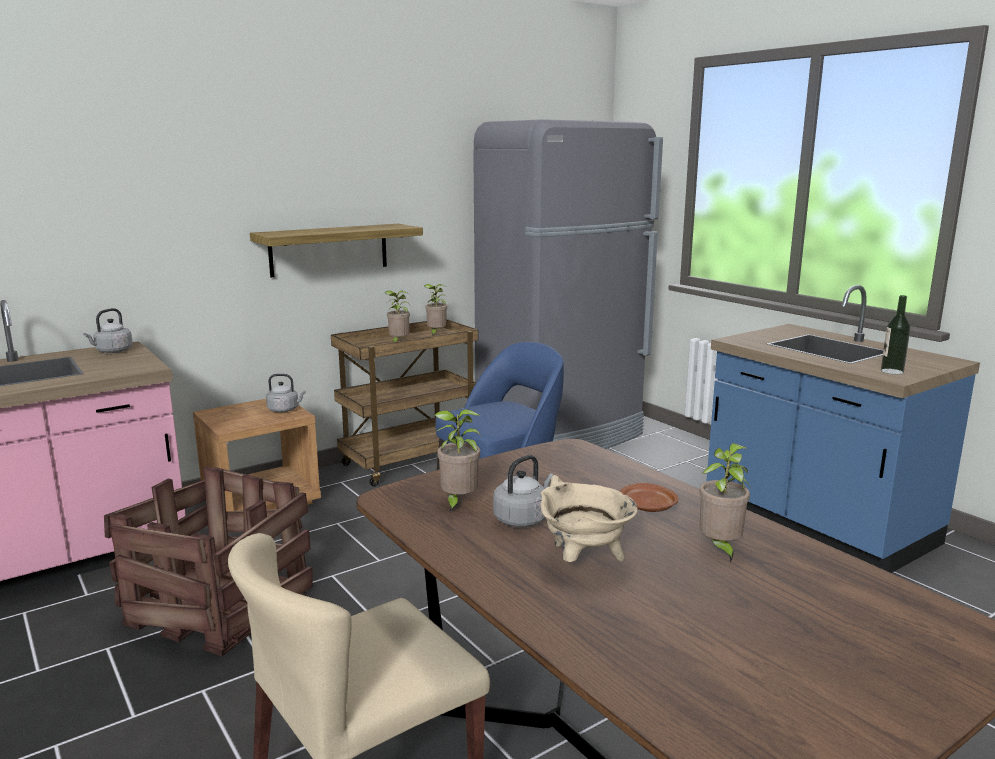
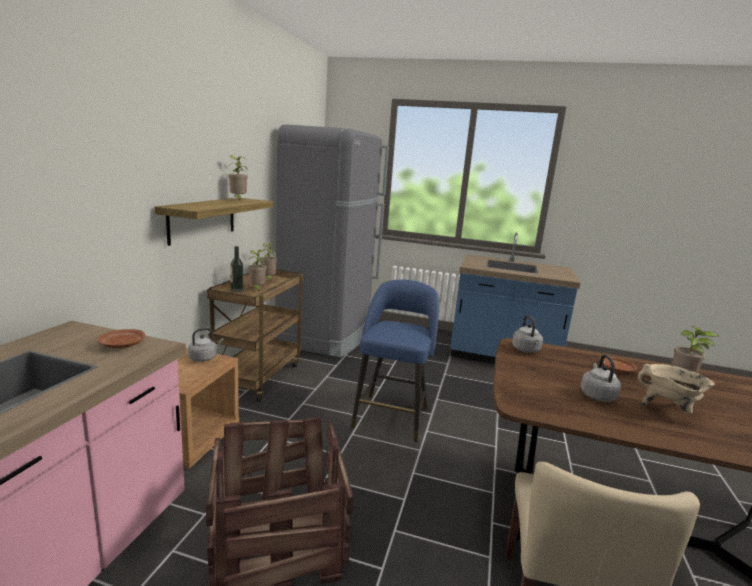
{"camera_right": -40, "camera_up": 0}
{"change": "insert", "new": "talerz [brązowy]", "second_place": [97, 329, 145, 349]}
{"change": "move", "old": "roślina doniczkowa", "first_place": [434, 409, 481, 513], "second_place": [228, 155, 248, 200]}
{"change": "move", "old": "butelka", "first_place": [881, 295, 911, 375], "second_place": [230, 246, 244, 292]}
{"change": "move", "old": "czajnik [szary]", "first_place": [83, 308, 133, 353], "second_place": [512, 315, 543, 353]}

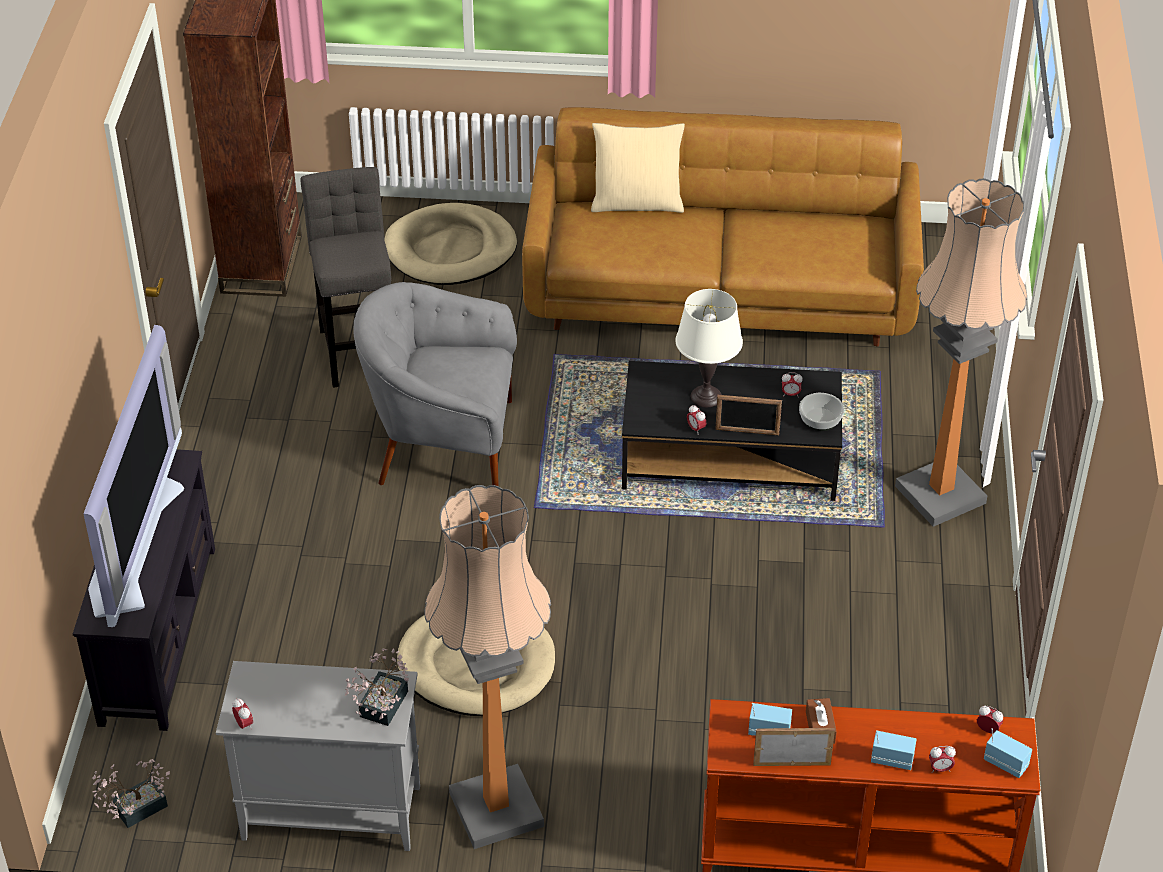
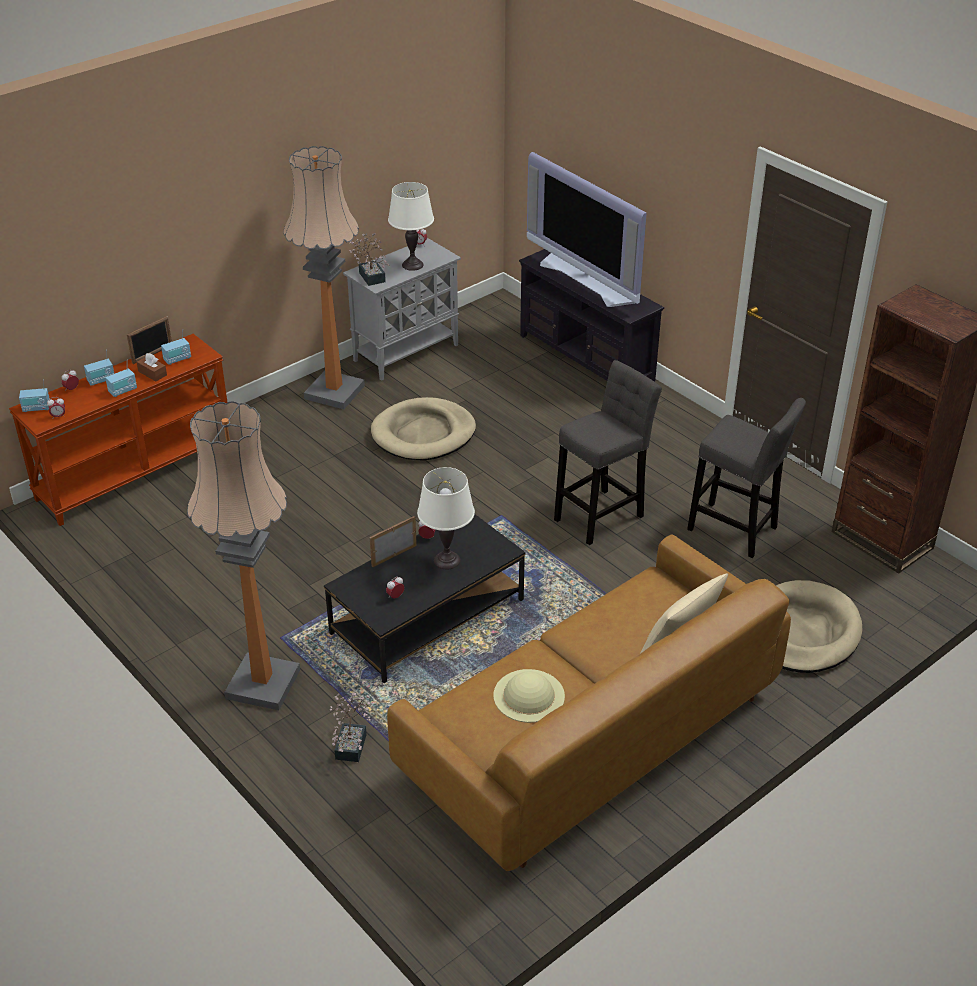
{"camera_right": 135, "camera_up": -5}
{"change": "insert", "new": "radio", "second_place": [105, 359, 137, 397]}
{"change": "move", "old": "roślina doniczkowa", "first_place": [92, 759, 170, 828], "second_place": [330, 693, 372, 762]}
{"change": "insert", "new": "lampa stołowa [biały]", "second_place": [388, 182, 434, 271]}
{"change": "insert", "new": "kapelusz [beżowy]", "second_place": [494, 669, 565, 723]}
{"change": "replace", "old": "fotel [szary]", "new": "stołek [szary]", "first_place": [354, 282, 517, 486], "second_place": [554, 360, 662, 545]}
{"change": "delete", "old": "miska", "first_place": [799, 393, 844, 431]}

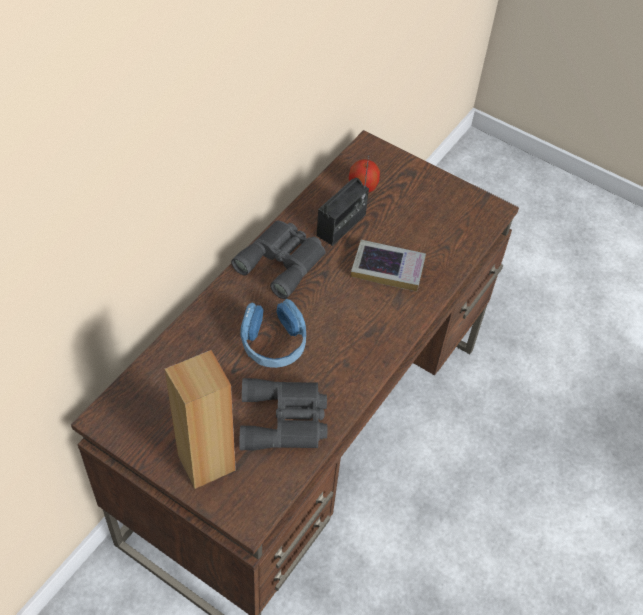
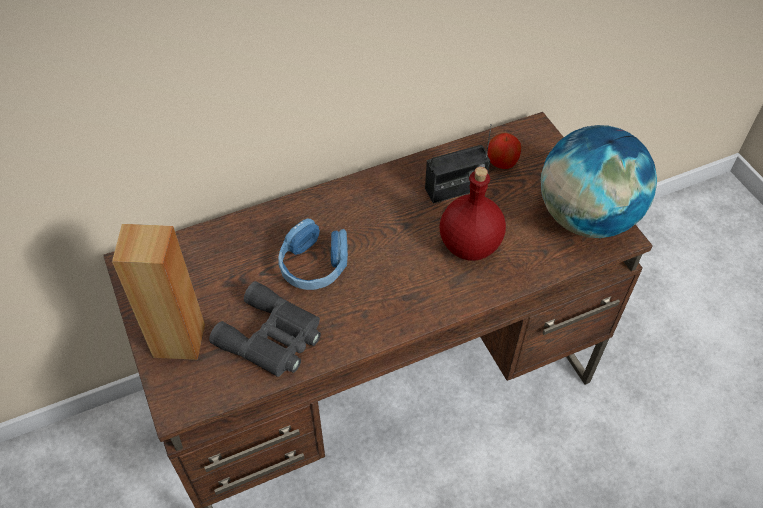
{"camera_right": 35, "camera_up": 0}
{"change": "replace", "old": "książka", "new": "butelka [czerwony]", "first_place": [351, 240, 426, 291], "second_place": [440, 167, 506, 261]}
{"change": "insert", "new": "globus", "second_place": [541, 125, 657, 238]}
{"change": "delete", "old": "lornetka [szary]", "first_place": [231, 221, 326, 299]}

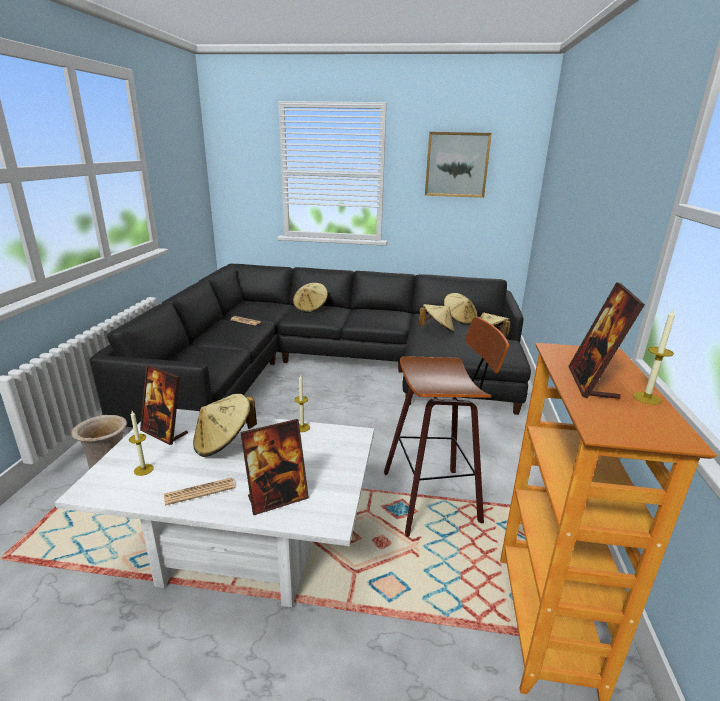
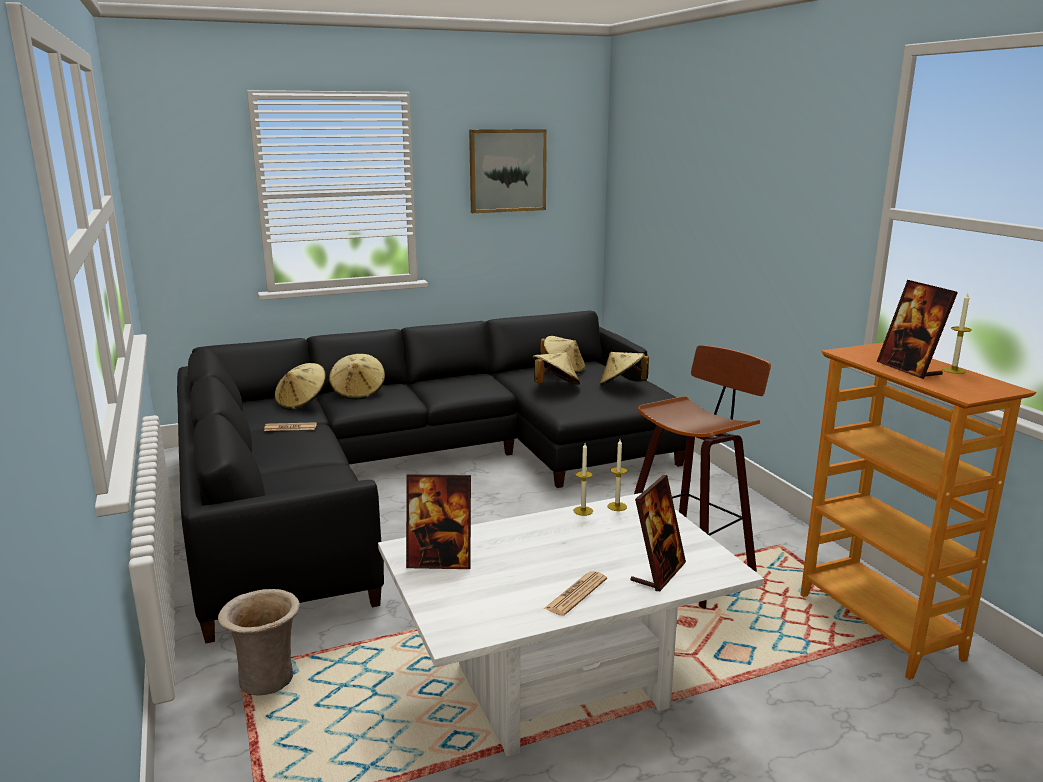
{"camera_right": -30, "camera_up": -5}
{"change": "move", "old": "kapelusz [beżowy]", "first_place": [193, 394, 257, 457], "second_place": [275, 363, 326, 410]}
{"change": "move", "old": "świeca", "first_place": [129, 411, 154, 476], "second_place": [608, 439, 627, 511]}

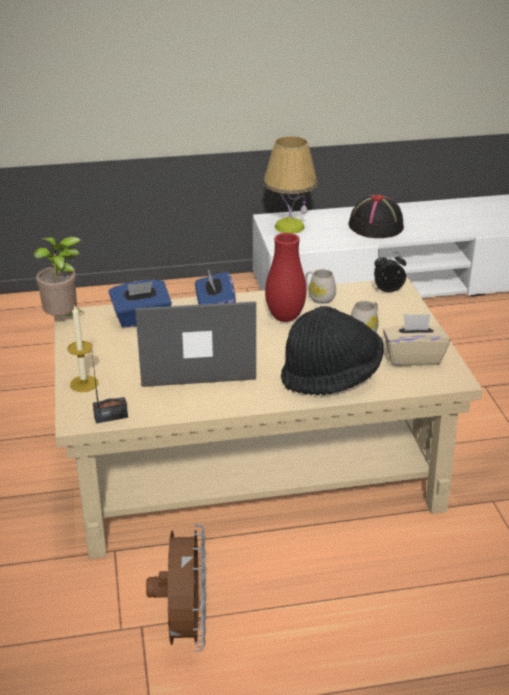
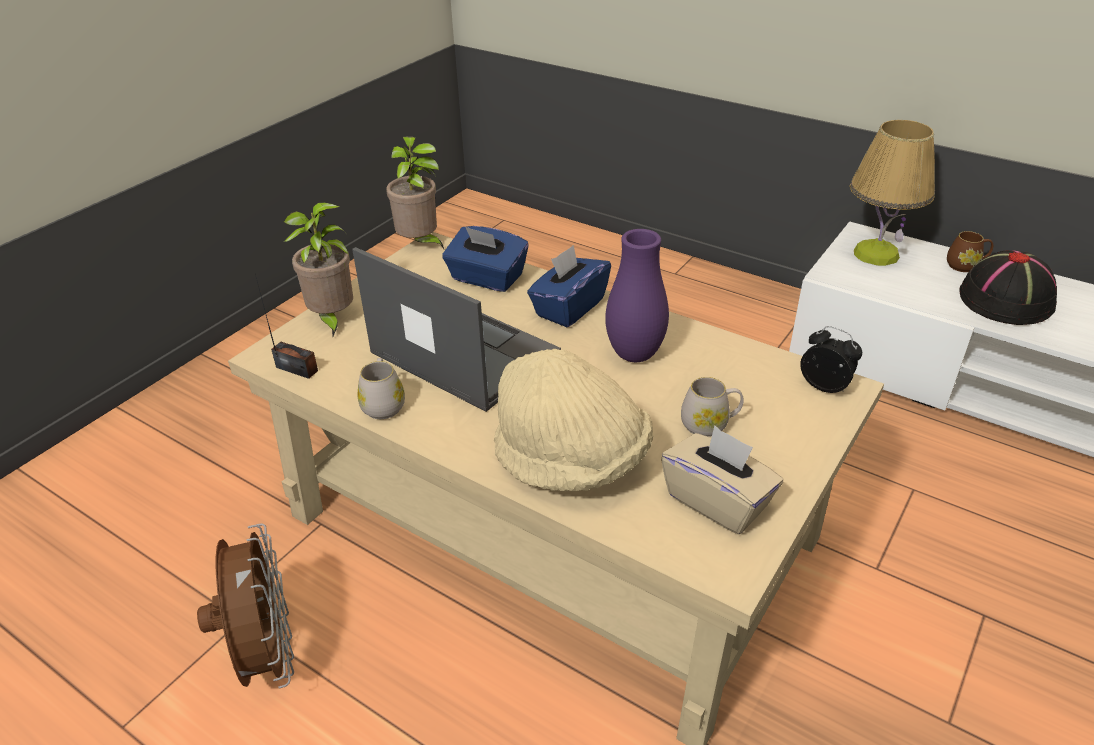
{"camera_right": 45, "camera_up": 5}
{"change": "rotate", "old": "wentylator [brązowy]", "first_place": [146, 524, 206, 652], "second_place": [197, 523, 294, 688], "degrees": -60}
{"change": "replace", "old": "świeca", "new": "roślina doniczkowa", "first_place": [68, 306, 98, 392], "second_place": [283, 202, 353, 336]}
{"change": "move", "old": "kubek [biały]", "first_place": [305, 269, 336, 304], "second_place": [357, 358, 405, 419]}
{"change": "recolor", "old": "kapelusz [czarny]", "new": "kapelusz [beżowy]", "first_place": [281, 306, 384, 395], "second_place": [494, 349, 653, 492]}
{"change": "recolor", "old": "wazon [czerwony]", "new": "wazon [fioletowy]", "first_place": [265, 233, 307, 322], "second_place": [605, 229, 669, 362]}
{"change": "insert", "new": "kubek [brązowy]", "second_place": [947, 231, 993, 272]}

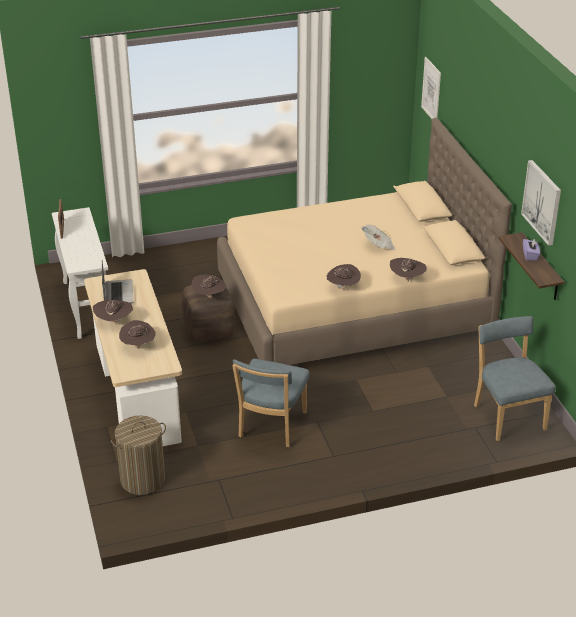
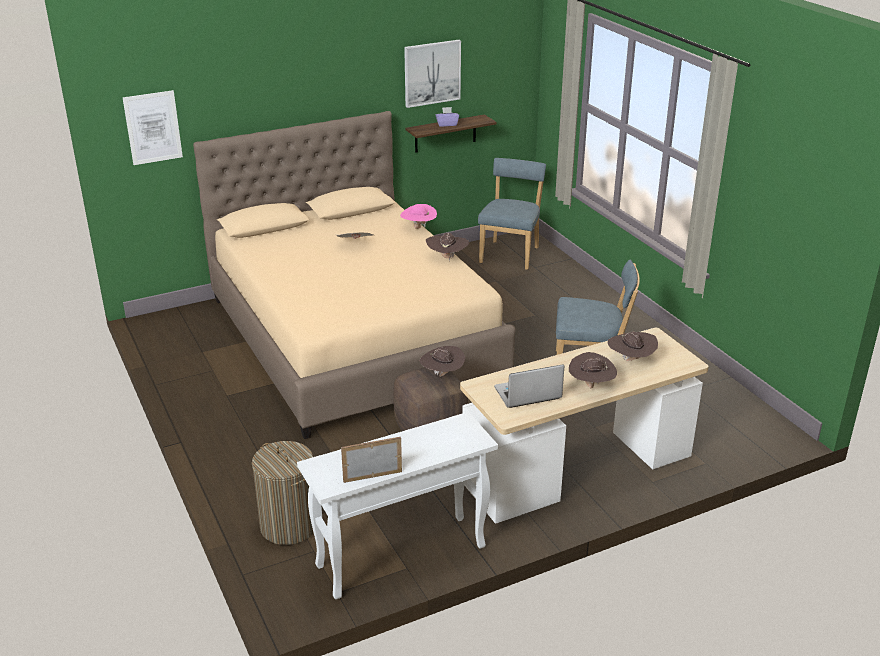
{"camera_right": -100, "camera_up": -5}
{"change": "move", "old": "kosz na pranie", "first_place": [111, 416, 166, 495], "second_place": [252, 441, 314, 545]}
{"change": "recolor", "old": "kapelusz [brązowy]", "new": "kapelusz [różowy]", "first_place": [390, 258, 427, 281], "second_place": [400, 204, 437, 229]}
{"change": "rotate", "old": "krzesło [niebieski]", "first_place": [474, 316, 556, 441], "second_place": [478, 158, 546, 270], "degrees": 135}

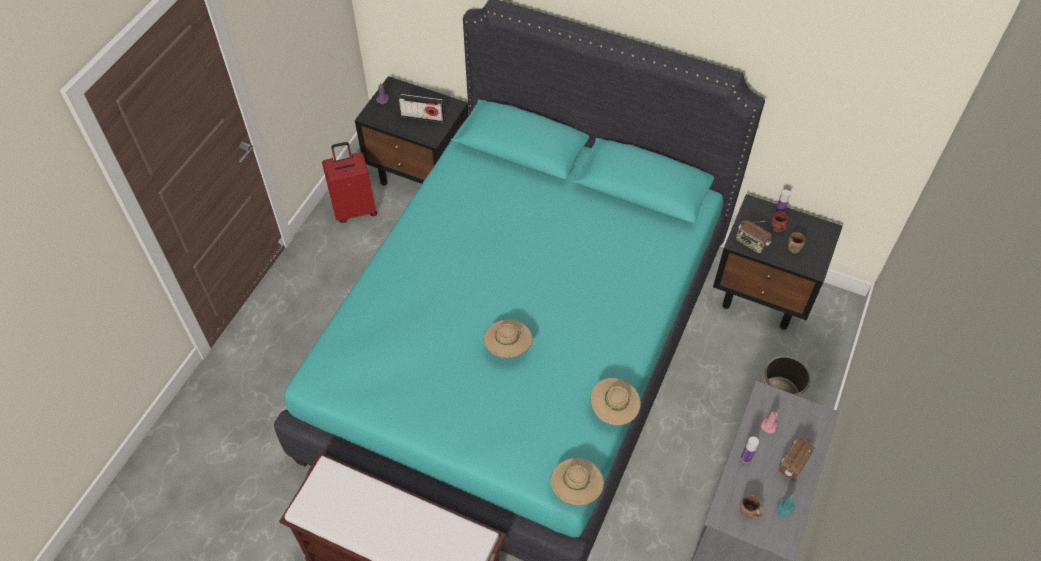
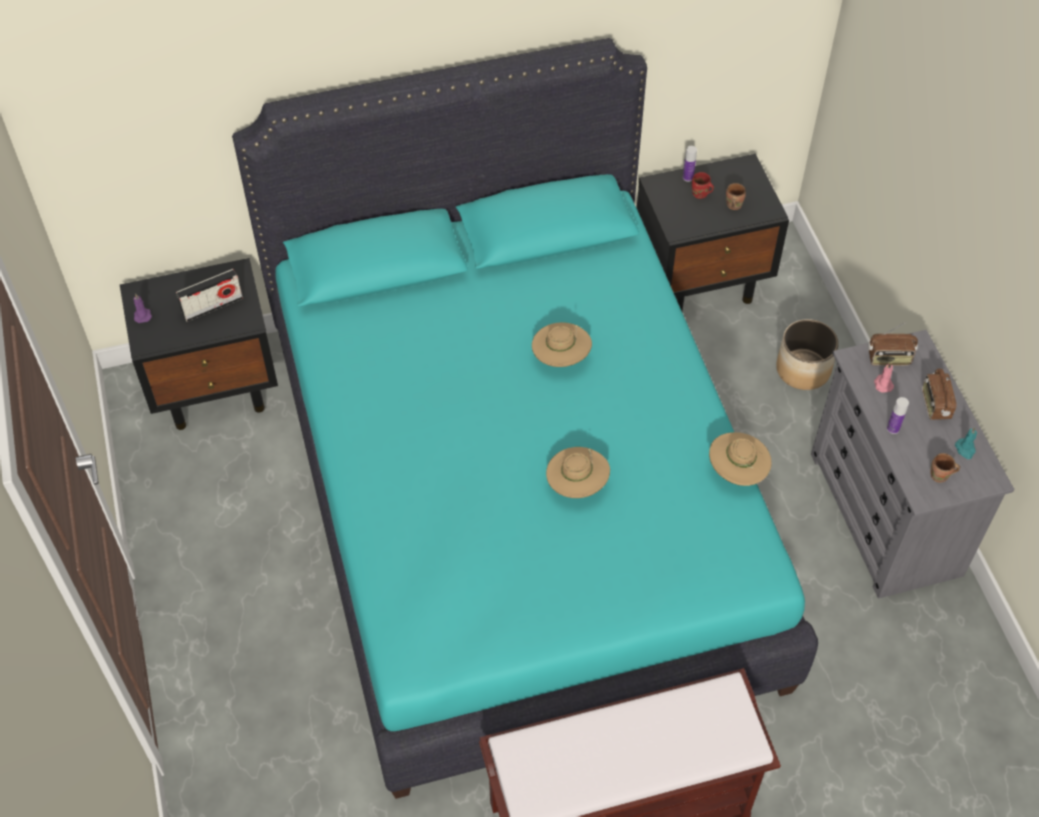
{"camera_right": -40, "camera_up": 0}
{"change": "move", "old": "kapelusz [beżowy]", "first_place": [550, 458, 604, 505], "second_place": [532, 322, 592, 367]}
{"change": "move", "old": "radio", "first_place": [736, 220, 772, 254], "second_place": [868, 322, 918, 366]}
{"change": "delete", "old": "walizka [czerwony]", "first_place": [322, 142, 377, 223]}

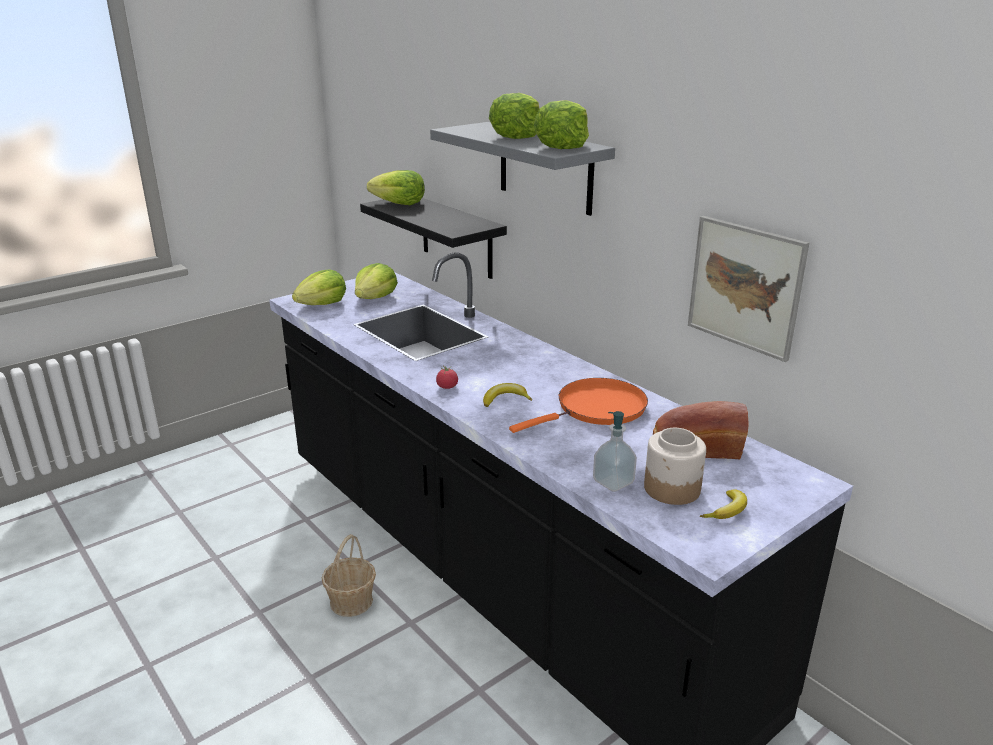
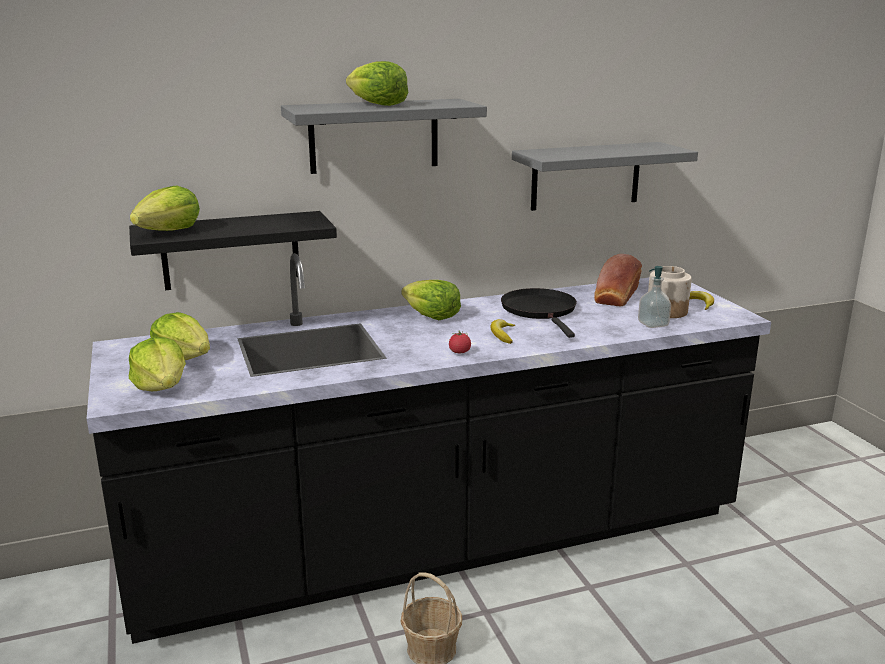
{"camera_right": -70, "camera_up": -5}
{"change": "move", "old": "sałata", "first_place": [534, 100, 589, 149], "second_place": [401, 280, 461, 320]}
{"change": "recolor", "old": "patelnia [pomarańczowy]", "new": "patelnia [czarny]", "first_place": [509, 378, 648, 433], "second_place": [501, 288, 577, 338]}
{"change": "replace", "old": "obraz", "new": "półka [szary]", "first_place": [688, 216, 809, 362], "second_place": [512, 142, 698, 211]}

